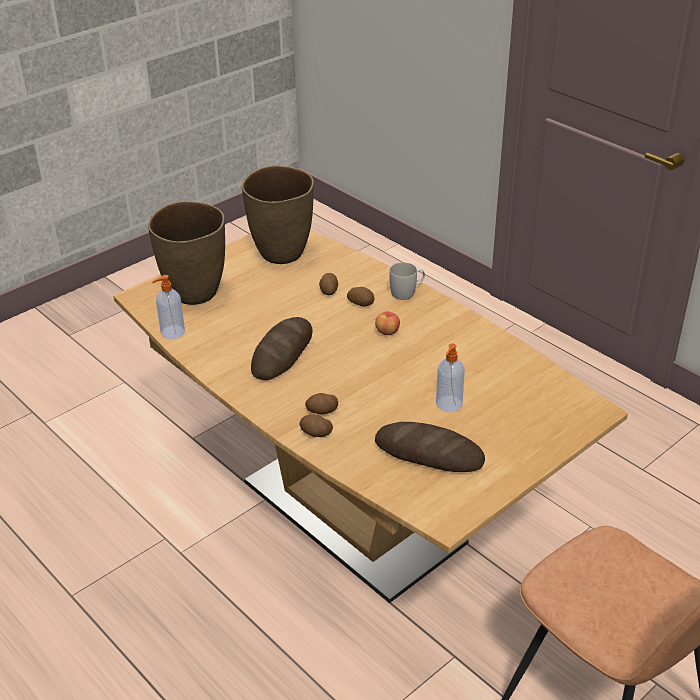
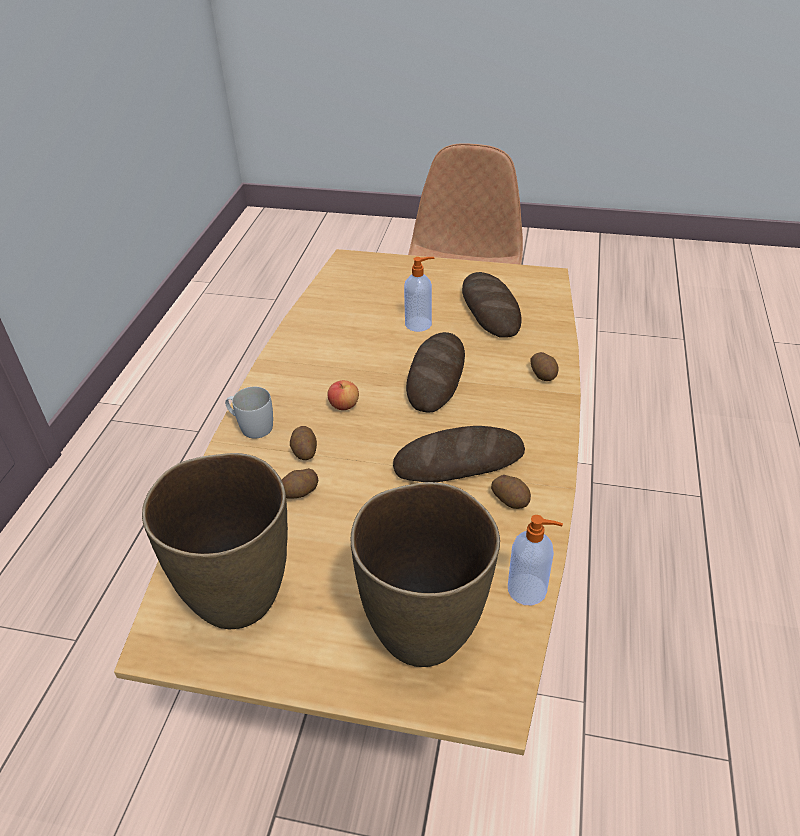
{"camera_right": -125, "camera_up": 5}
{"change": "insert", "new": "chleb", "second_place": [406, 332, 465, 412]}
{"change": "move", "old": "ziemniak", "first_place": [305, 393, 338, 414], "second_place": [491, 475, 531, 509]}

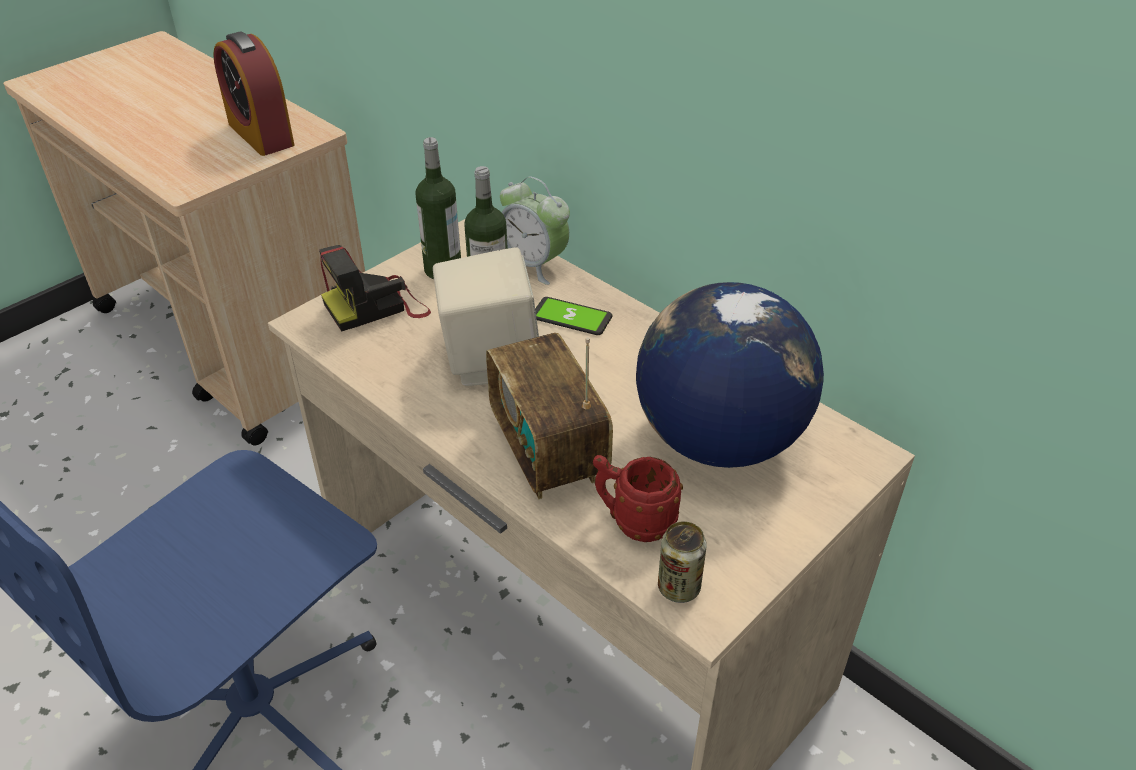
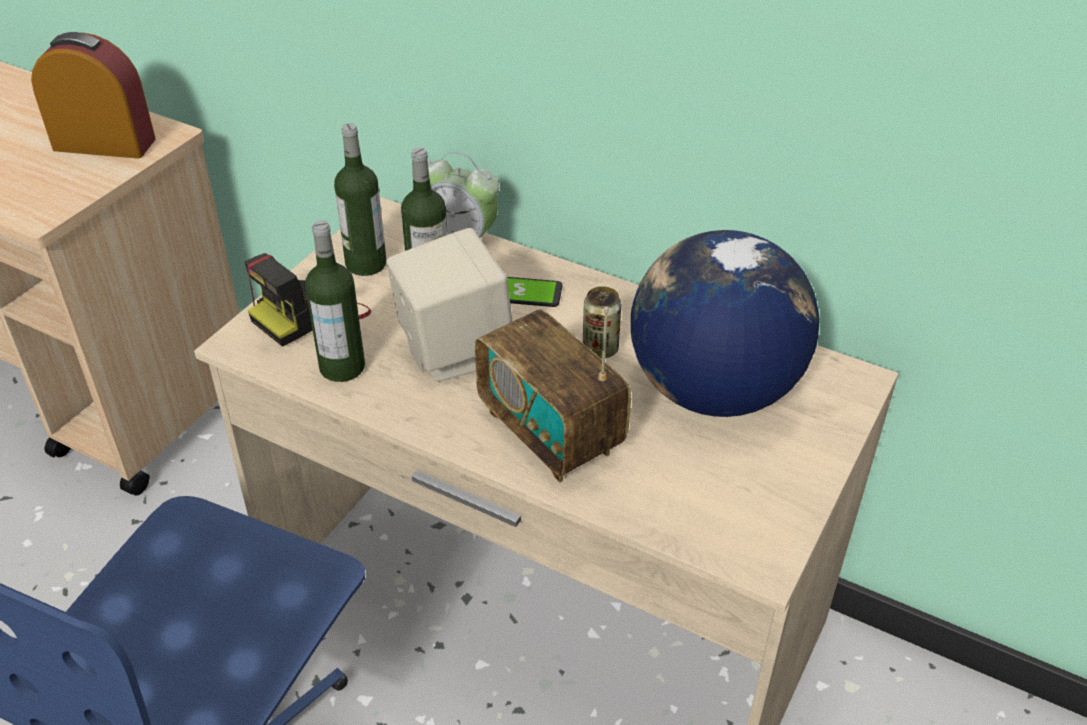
{"camera_right": -15, "camera_up": 0}
{"change": "rotate", "old": "budzik", "first_place": [213, 31, 294, 156], "second_place": [31, 32, 156, 159], "degrees": 150}
{"change": "insert", "new": "butelka", "second_place": [305, 220, 365, 382]}
{"change": "move", "old": "puszka", "first_place": [658, 521, 707, 603], "second_place": [583, 286, 621, 359]}
{"change": "delete", "old": "kubek [czerwony]", "first_place": [593, 455, 683, 542]}

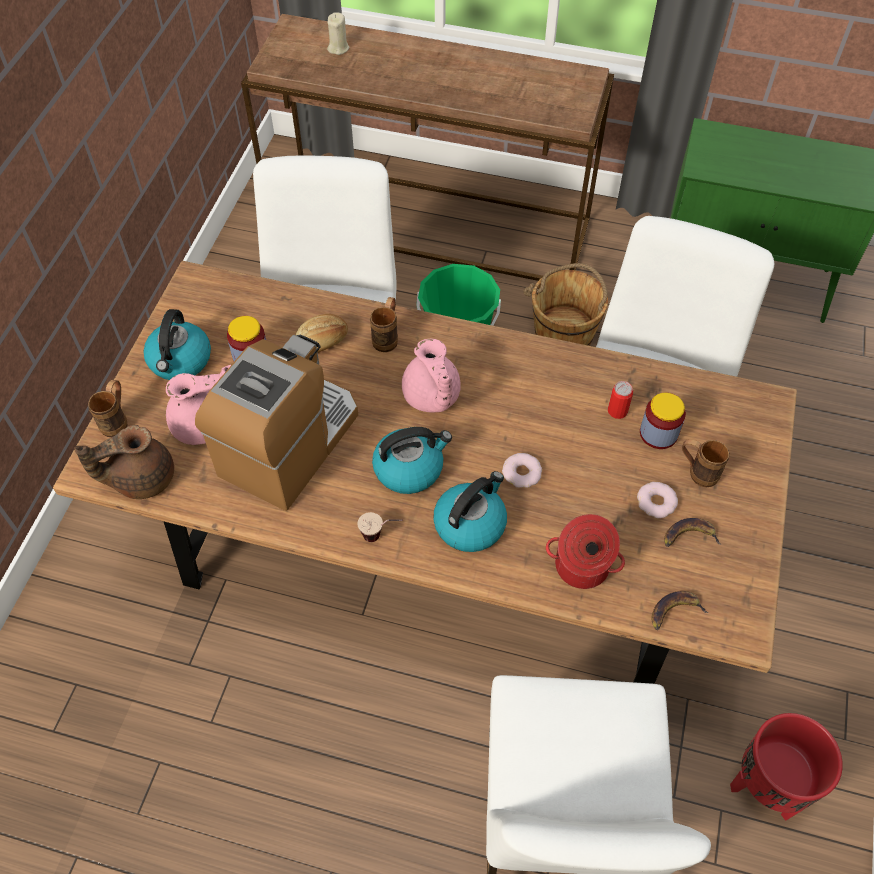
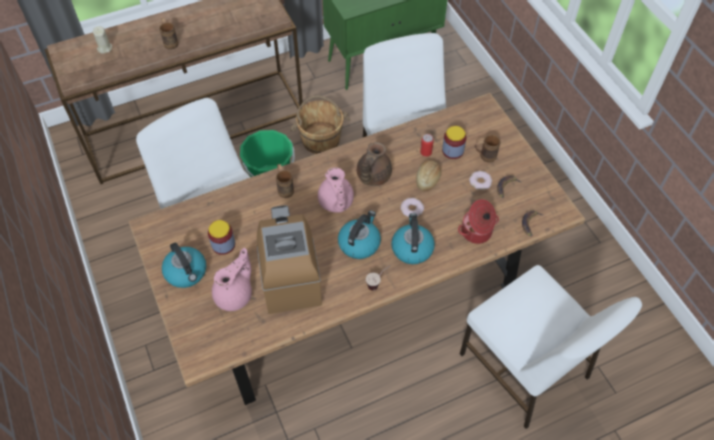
{"camera_right": -40, "camera_up": 0}
{"change": "move", "old": "kubek [brązowy]", "first_place": [88, 380, 127, 437], "second_place": [159, 18, 178, 50]}
{"change": "rotate", "old": "imbryk [różowy]", "first_place": [402, 339, 461, 413], "second_place": [318, 168, 354, 213], "degrees": 45}
{"change": "move", "old": "imbryk [brązowy]", "first_place": [74, 425, 174, 499], "second_place": [357, 142, 392, 186]}
{"change": "move", "old": "chleb", "first_place": [296, 314, 348, 353], "second_place": [416, 160, 441, 191]}
{"change": "delete", "old": "donica [czerwony]", "first_place": [730, 713, 843, 821]}

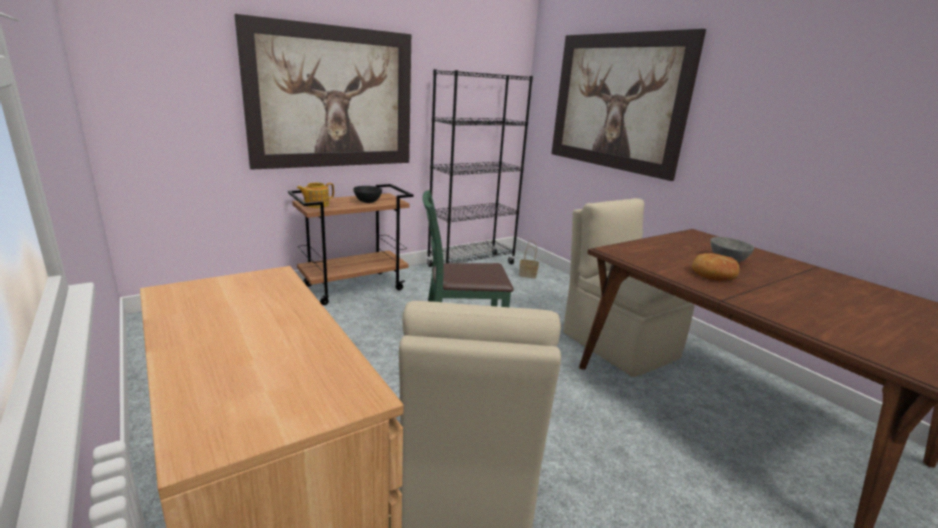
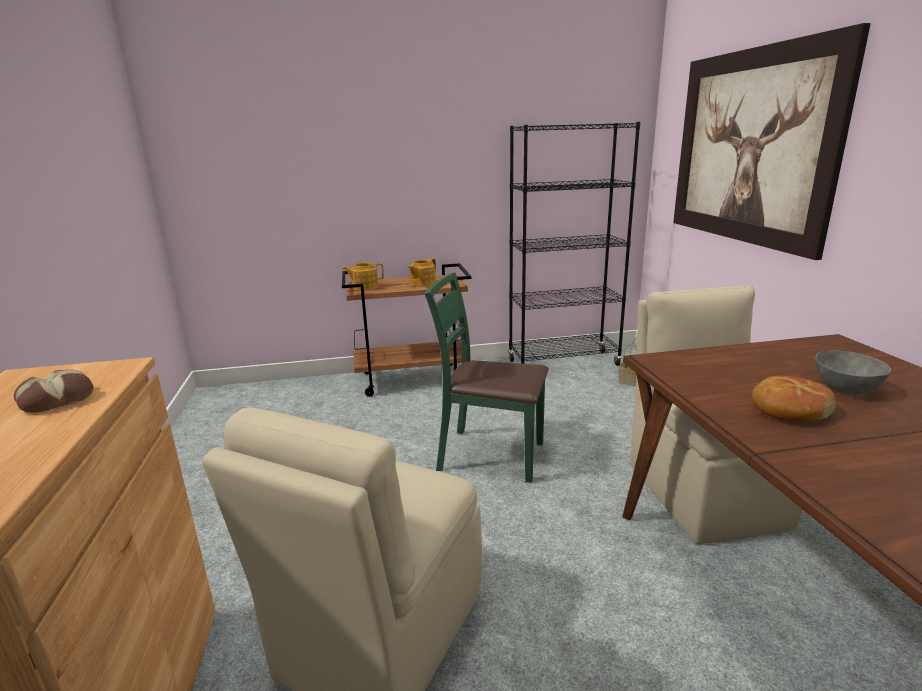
{"camera_right": 25, "camera_up": 0}
{"change": "insert", "new": "chleb", "second_place": [14, 370, 93, 413]}
{"change": "replace", "old": "miska [czarny]", "new": "imbryk", "first_place": [353, 186, 382, 203], "second_place": [408, 258, 436, 287]}
{"change": "delete", "old": "obraz", "first_place": [234, 14, 411, 170]}

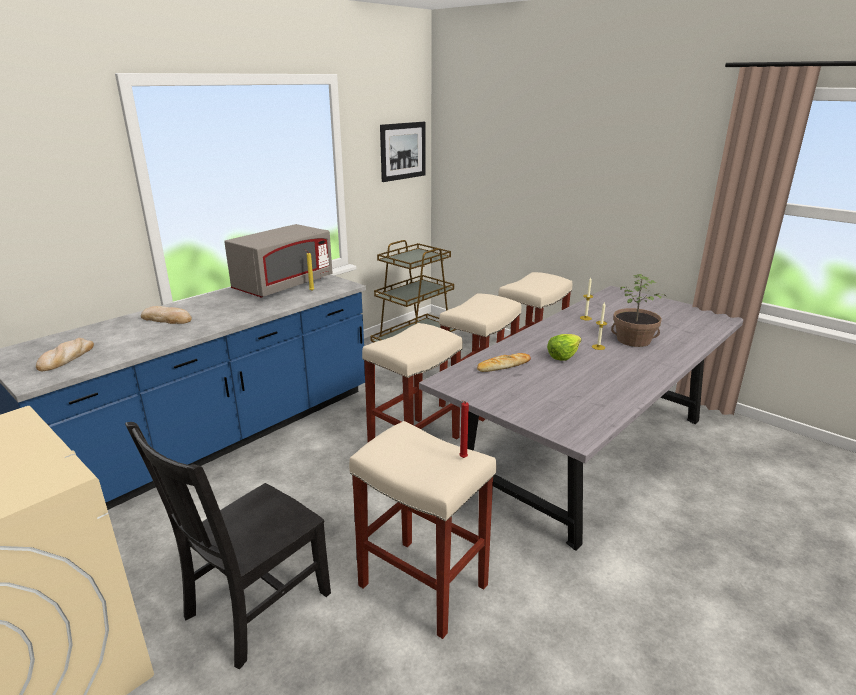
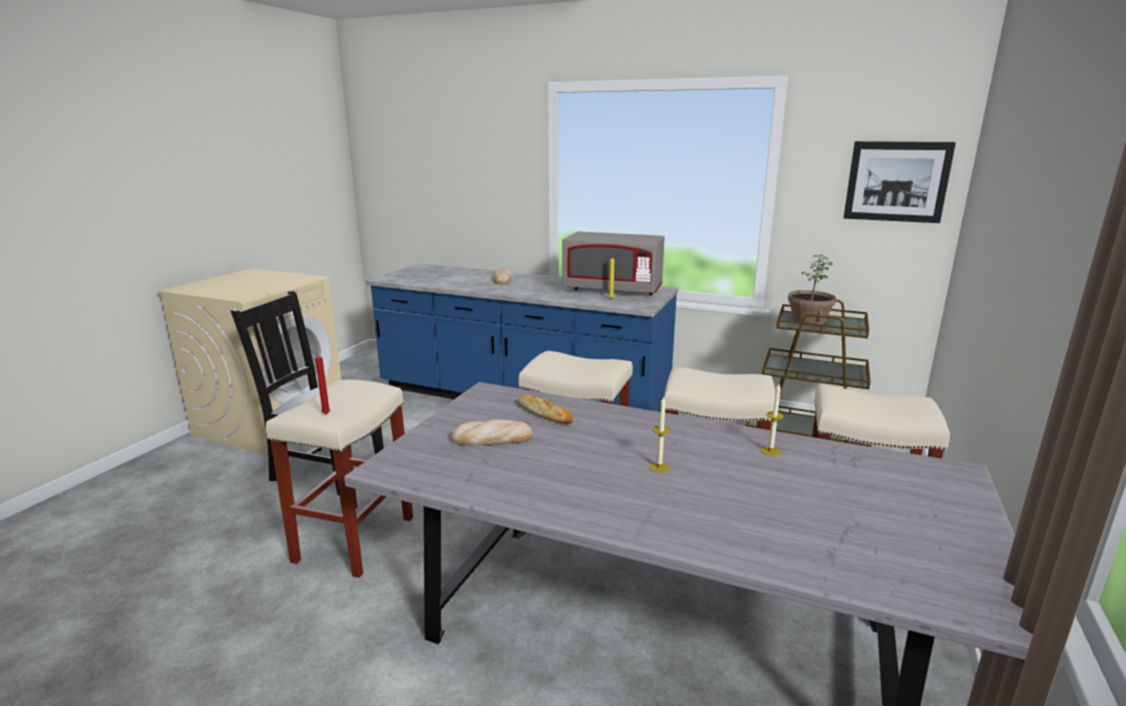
{"camera_right": 70, "camera_up": -5}
{"change": "move", "old": "chleb", "first_place": [36, 338, 94, 371], "second_place": [450, 419, 533, 445]}
{"change": "move", "old": "roślina doniczkowa", "first_place": [611, 274, 667, 347], "second_place": [788, 254, 836, 324]}
{"change": "delete", "old": "sałata", "first_place": [547, 334, 582, 361]}

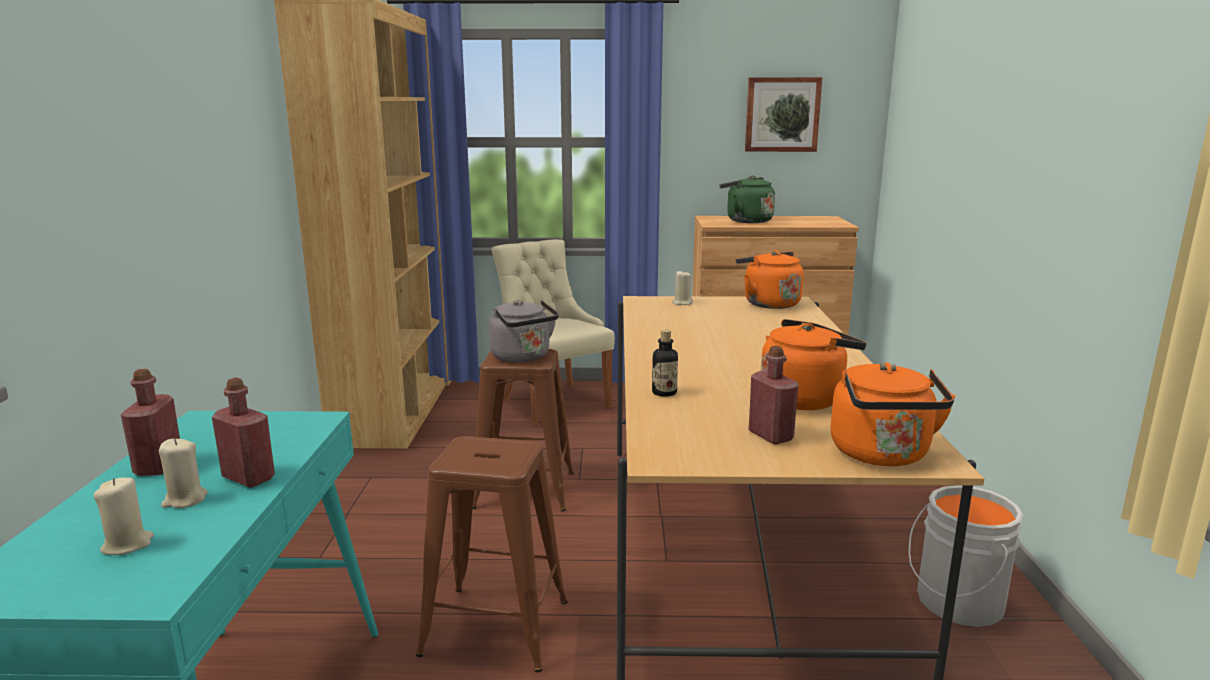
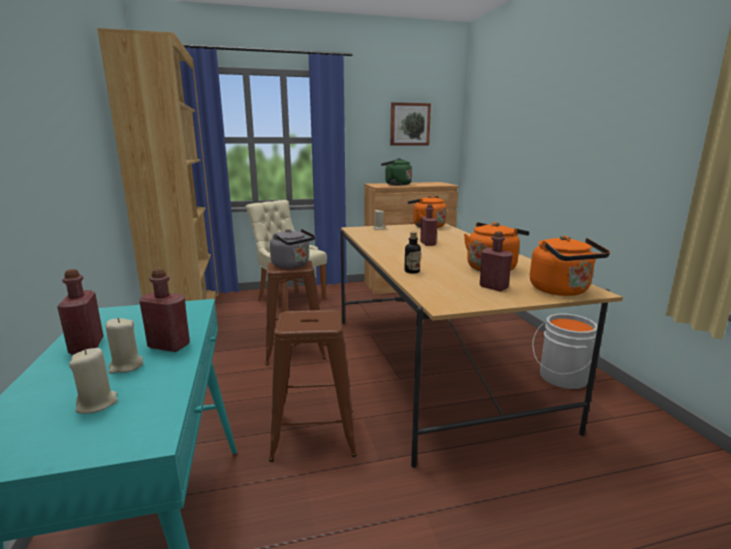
{"camera_right": -15, "camera_up": 0}
{"change": "insert", "new": "butelka [czerwony]", "second_place": [420, 204, 438, 246]}

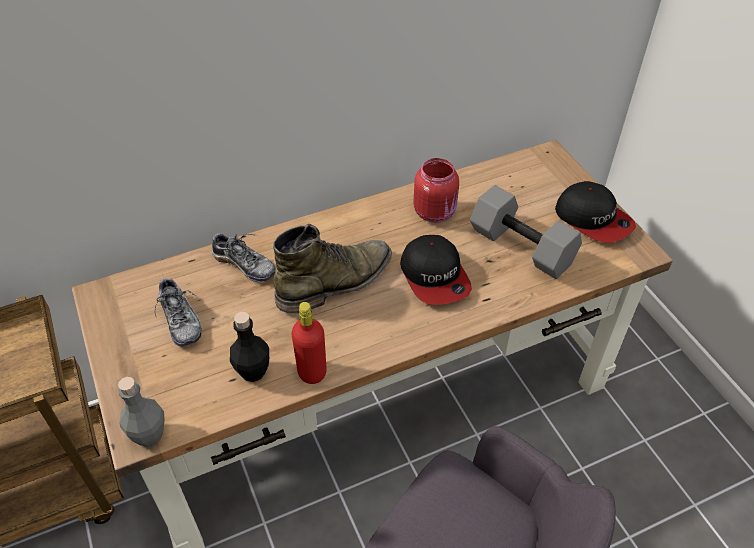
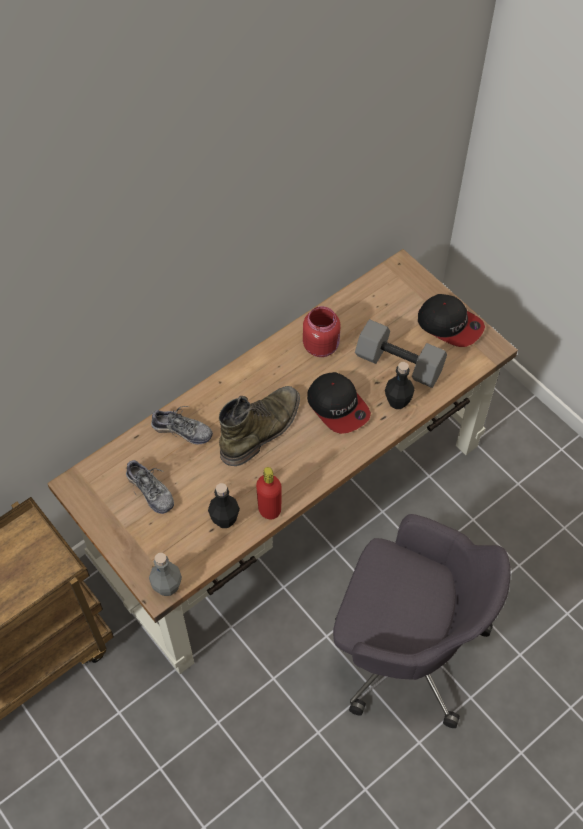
{"camera_right": -15, "camera_up": 10}
{"change": "insert", "new": "butelka [czarny]", "second_place": [385, 362, 414, 409]}

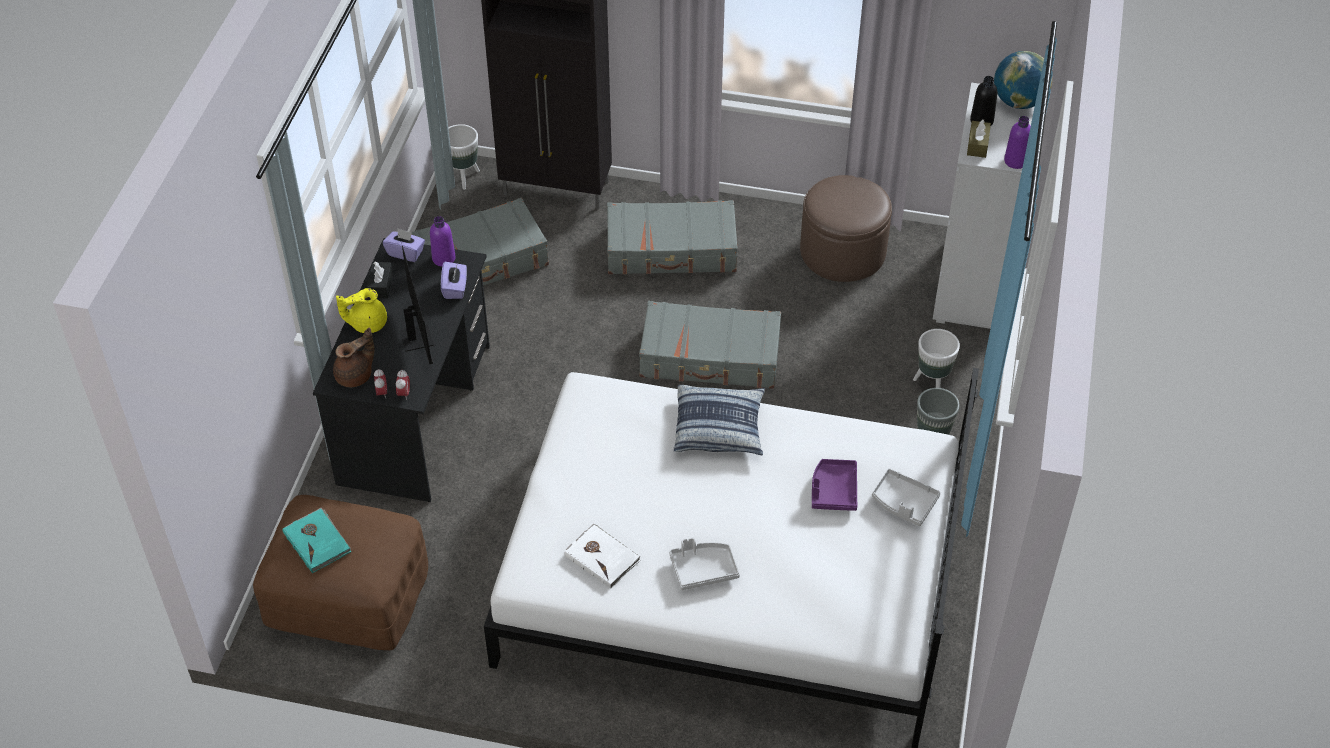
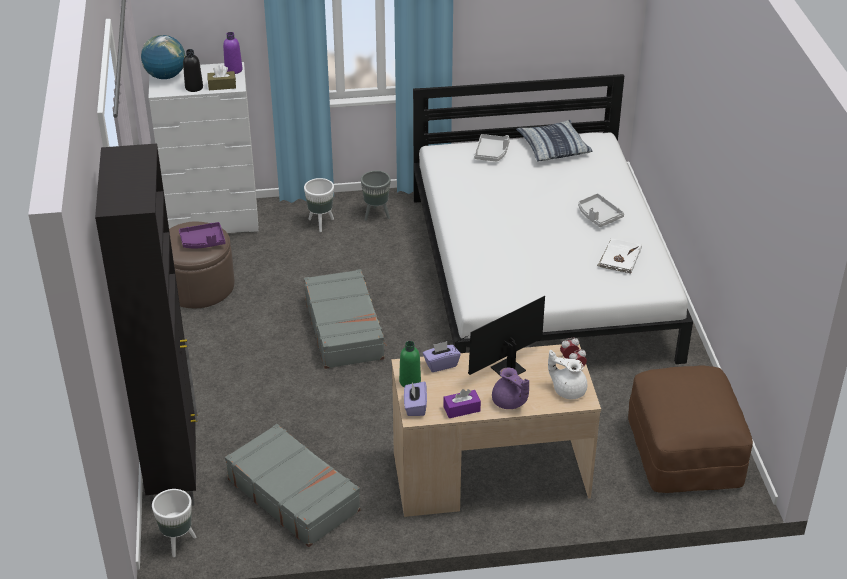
{"camera_right": -110, "camera_up": -10}
{"change": "move", "old": "taca [fioletowy]", "first_place": [812, 459, 857, 511], "second_place": [179, 222, 225, 248]}
{"change": "recolor", "old": "biurko [czarny]", "new": "biurko [beżowy]", "first_place": [313, 238, 490, 502], "second_place": [391, 344, 601, 517]}
{"change": "recolor", "old": "butelka [fioletowy]", "new": "butelka [zielony]", "first_place": [430, 216, 456, 267], "second_place": [399, 341, 421, 387]}
{"change": "recolor", "old": "pudełko chusteczek [czarny]", "new": "pudełko chusteczek [fioletowy]", "first_place": [367, 261, 393, 298], "second_place": [443, 389, 481, 418]}
{"change": "recolor", "old": "imbryk [żółty]", "new": "imbryk [fioletowy]", "first_place": [336, 288, 387, 333], "second_place": [492, 368, 529, 409]}
{"change": "move", "old": "poduszka", "first_place": [674, 385, 765, 455], "second_place": [516, 120, 592, 161]}
{"change": "recolor", "old": "imbryk [brązowy]", "new": "imbryk [biały]", "first_place": [333, 328, 374, 387], "second_place": [548, 350, 587, 400]}
{"change": "delete", "old": "książka [turkusowy]", "first_place": [283, 508, 352, 573]}
{"change": "delete", "old": "walizka [szary]", "first_place": [607, 200, 738, 274]}

